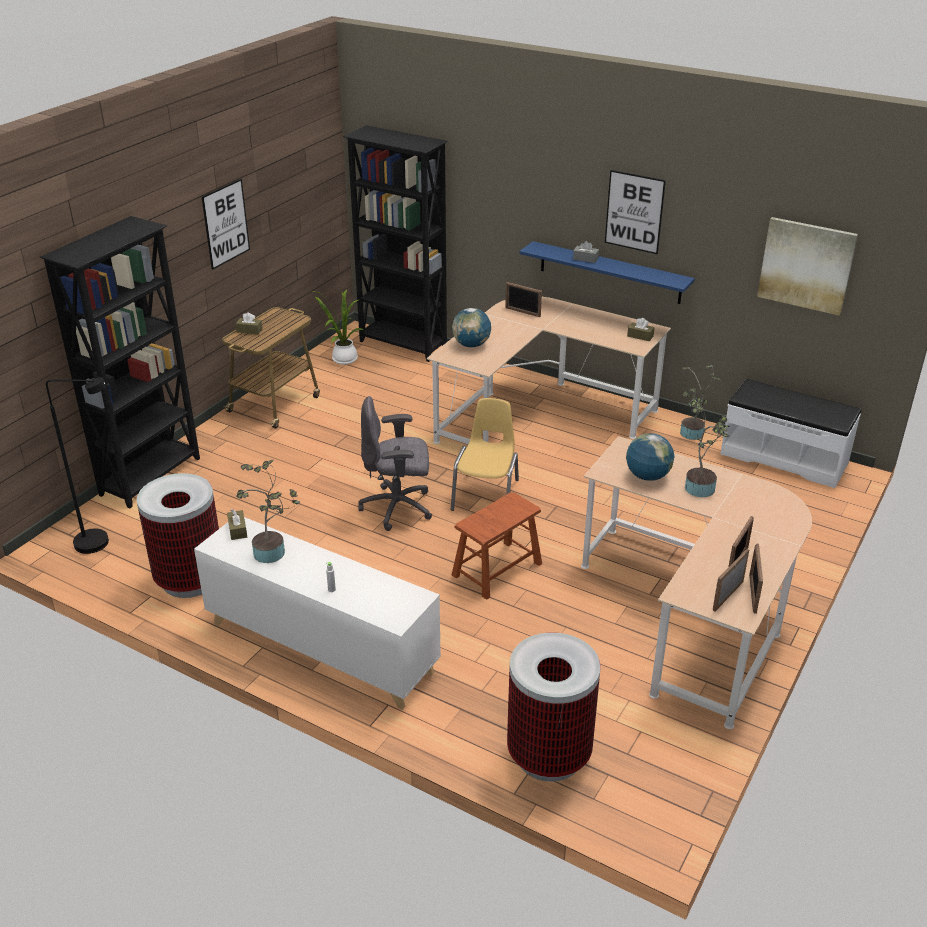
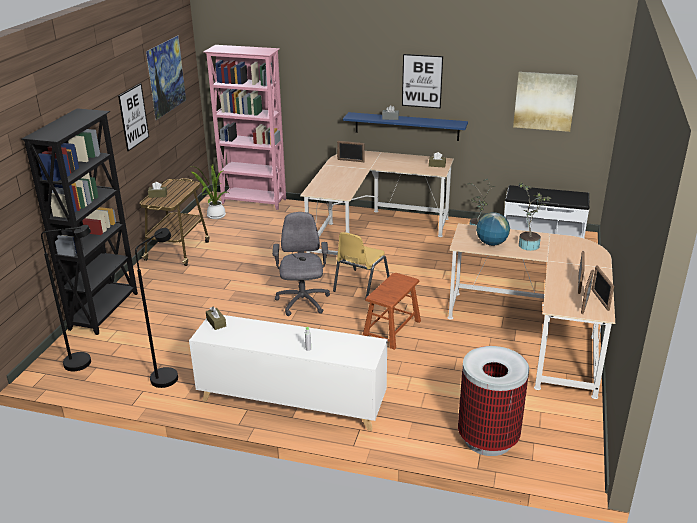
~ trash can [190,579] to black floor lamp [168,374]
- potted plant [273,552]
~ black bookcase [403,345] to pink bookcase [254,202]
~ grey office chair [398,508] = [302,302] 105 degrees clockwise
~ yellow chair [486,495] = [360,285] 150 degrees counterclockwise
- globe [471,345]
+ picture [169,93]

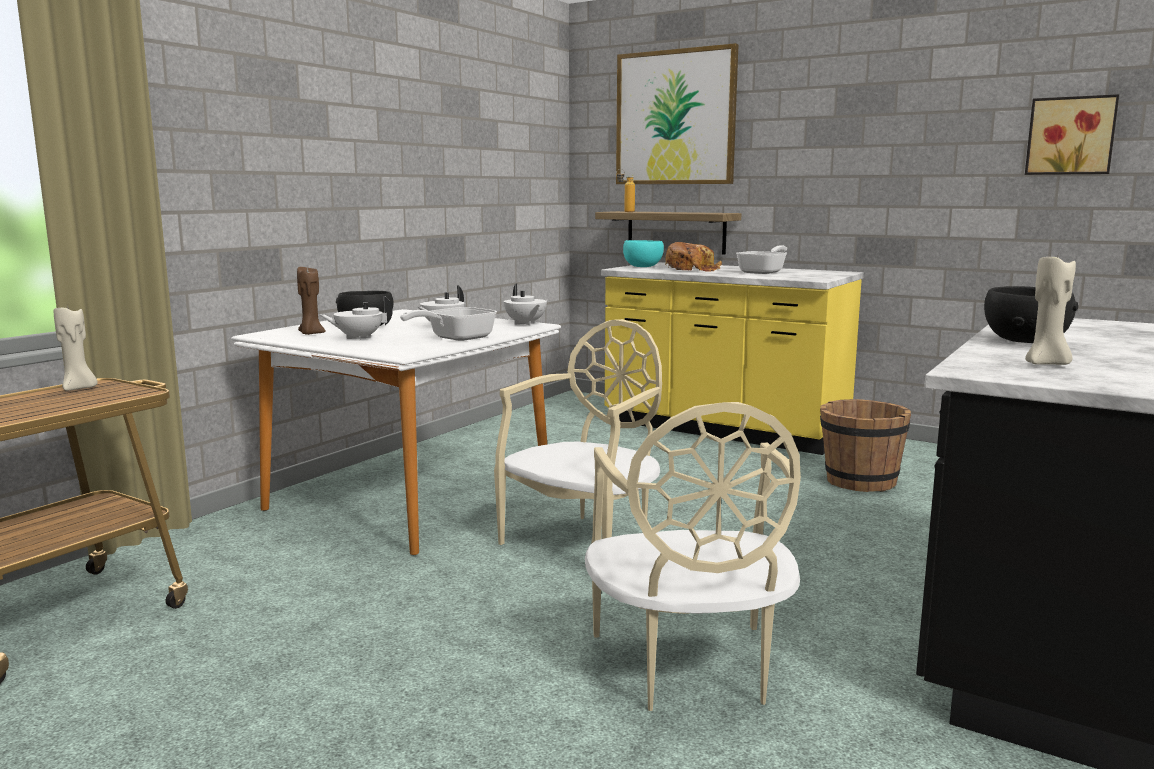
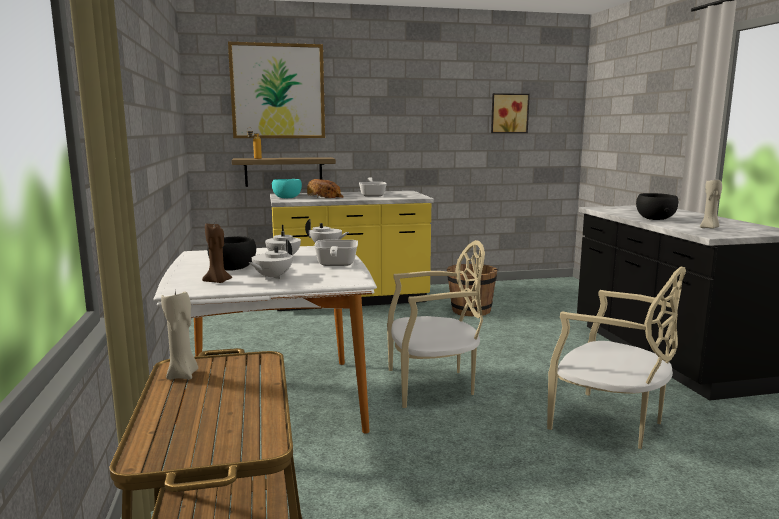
~ beige chair [585,541] = [433,385] 90 degrees clockwise

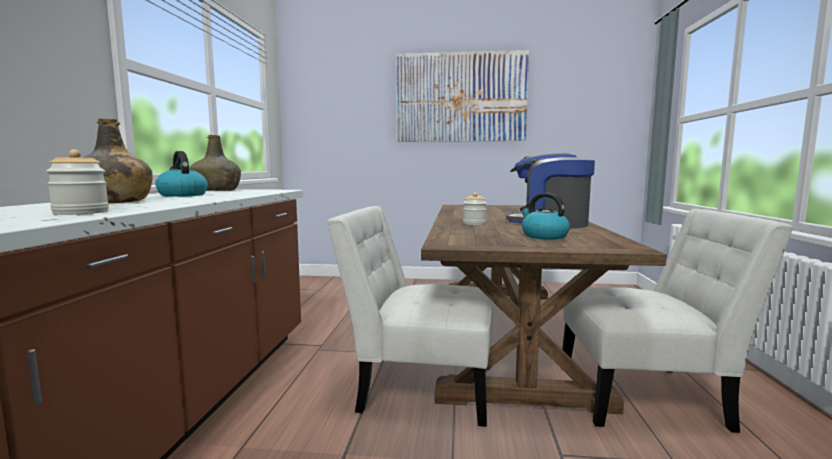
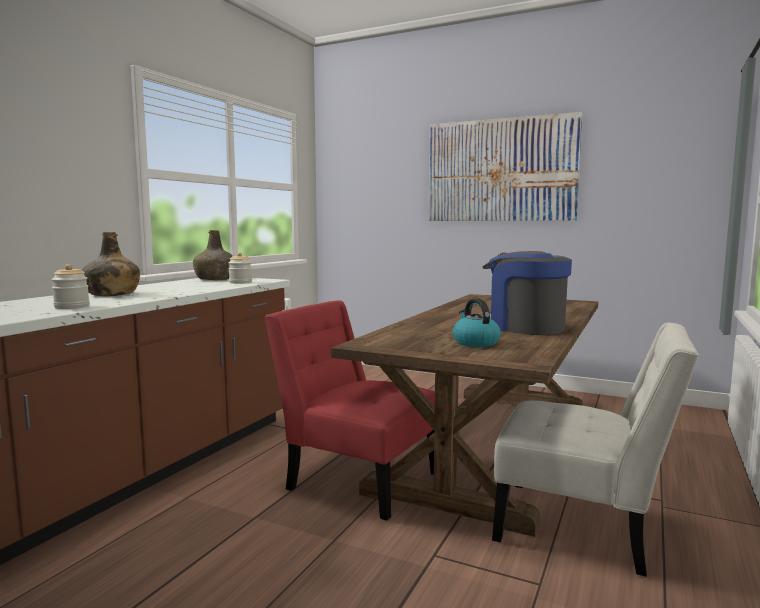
- kettle [182,195]
~ white chair [419,387] to red chair [357,479]
~ jar [474,223] to [240,282]

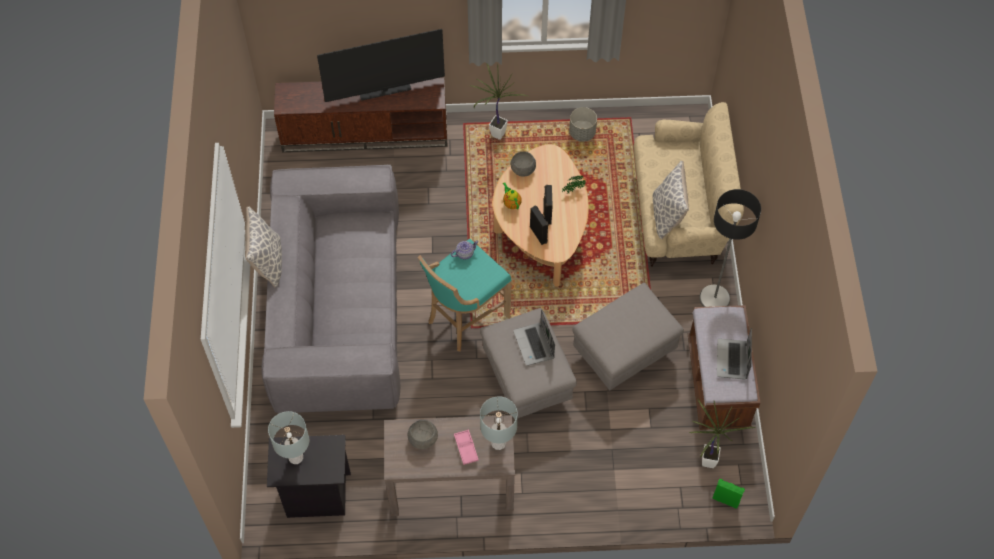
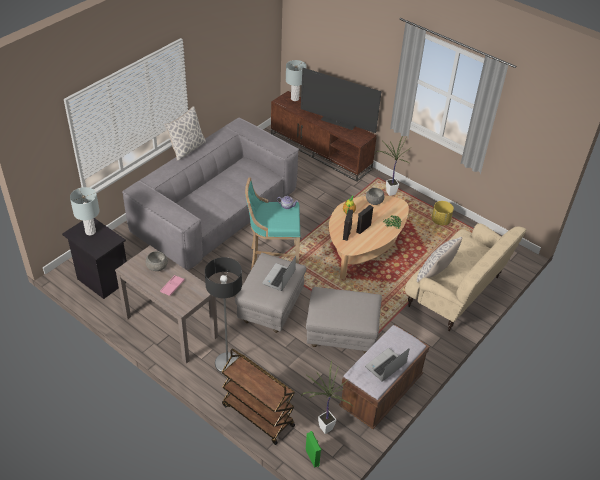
~ grey table lamp [499,443] to [295,99]
~ grey planter [582,133] to yellow planter [440,221]
~ floor lamp [715,299] to [227,363]
+ brown cart [257,415]

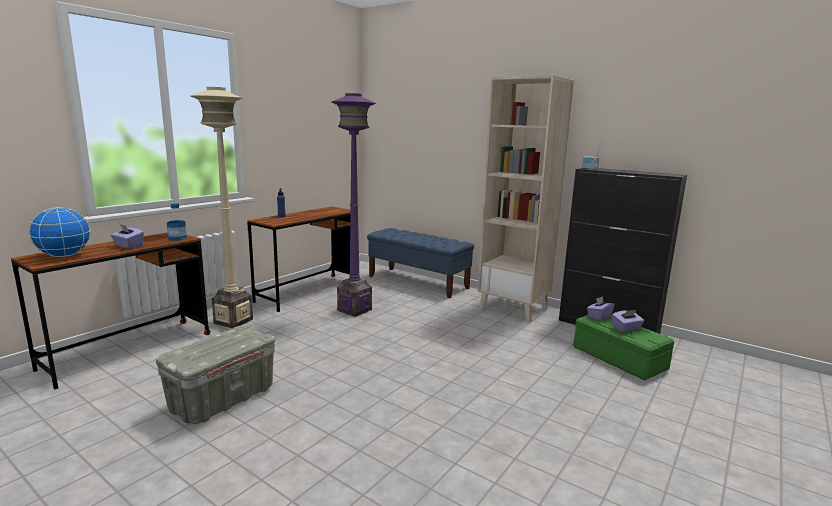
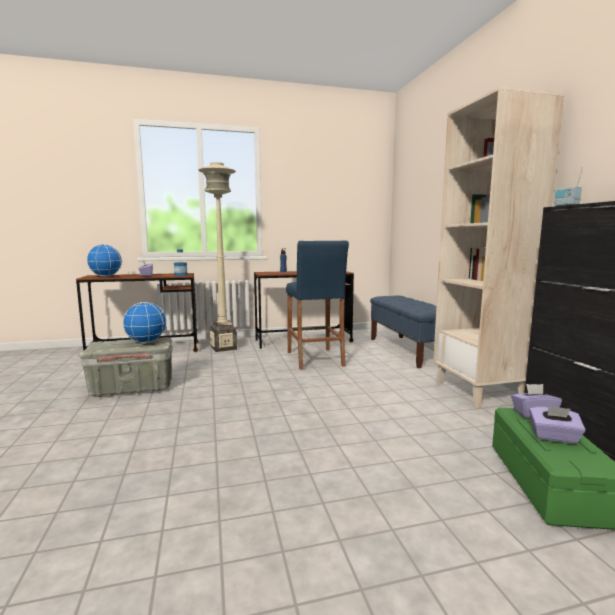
~ purple floor lamp [354,310] to blue stool [314,358]
+ globe [146,342]

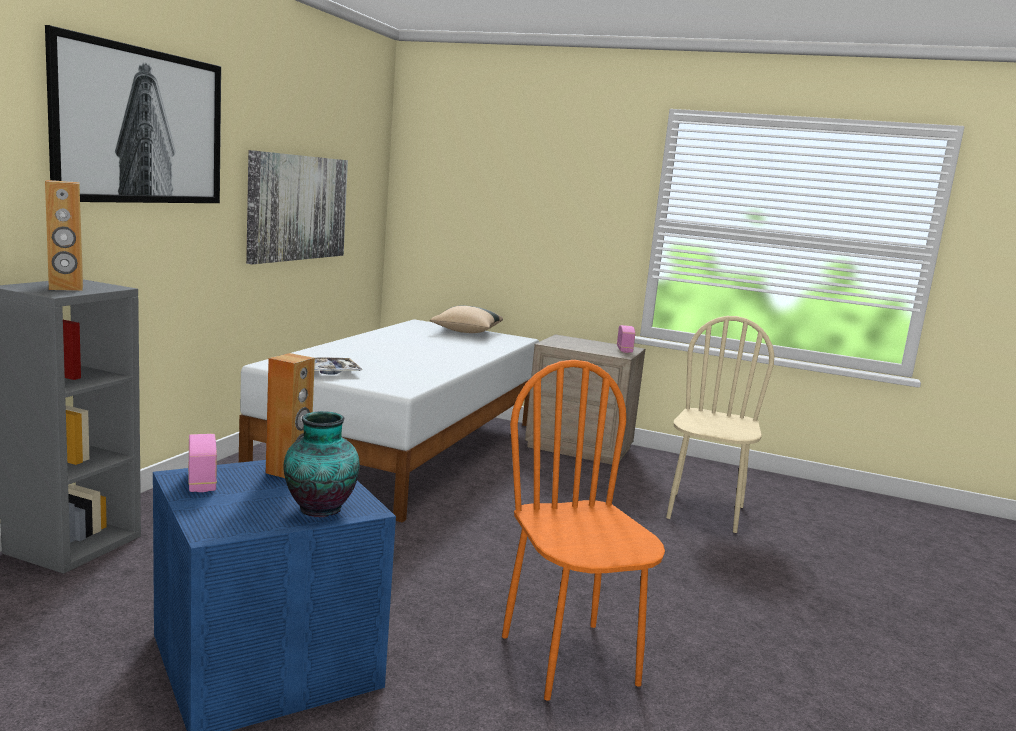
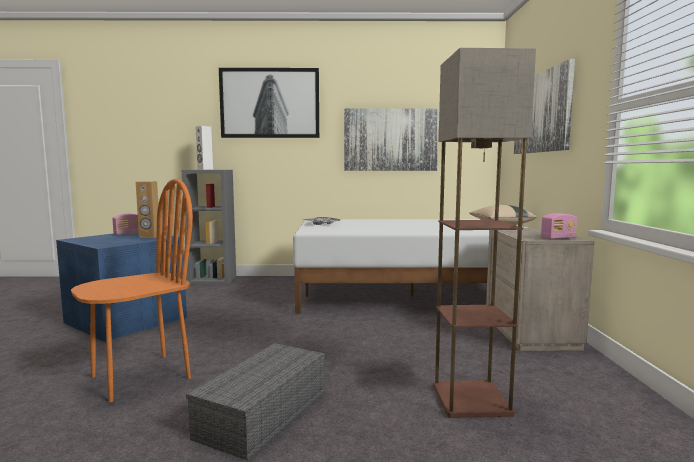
~ brown speaker [66,288] to white speaker [205,169]
- vase [319,510]
~ beige chair [704,512] to floor lamp [472,400]
+ grey storage box [263,415]
+ picture [542,113]

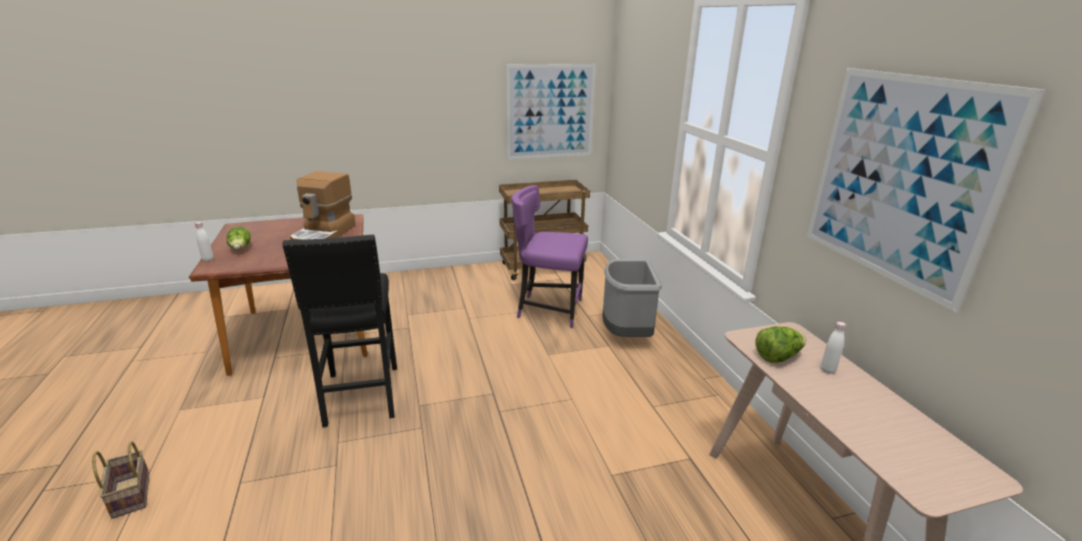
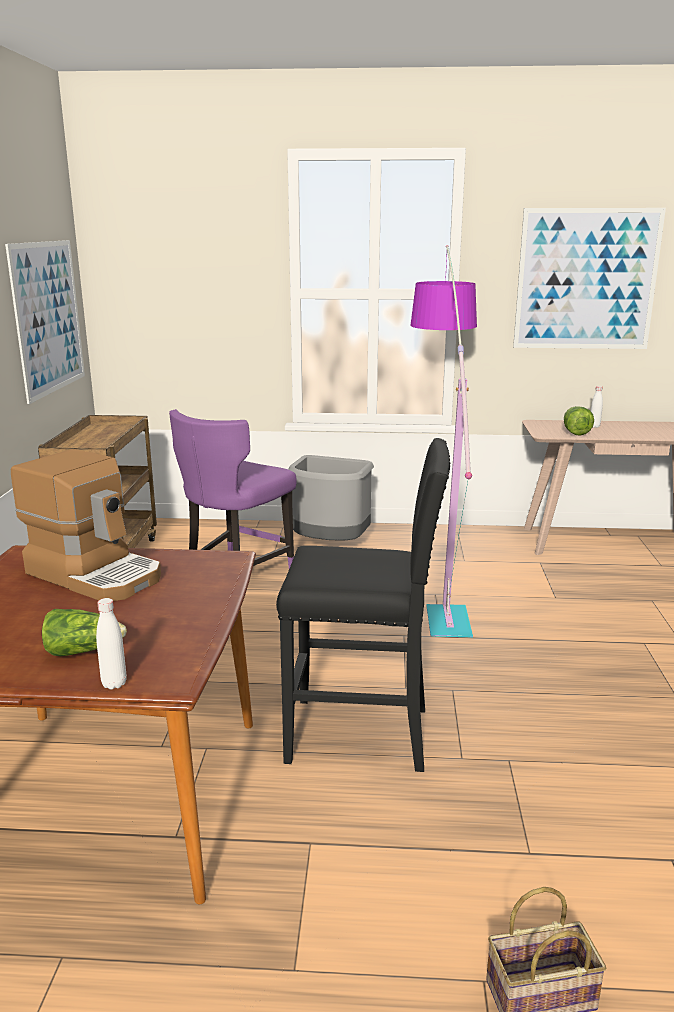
+ floor lamp [439,571]

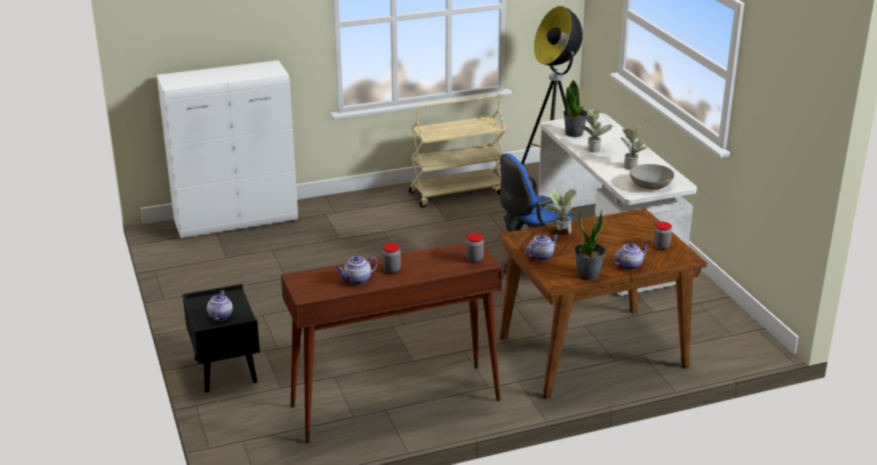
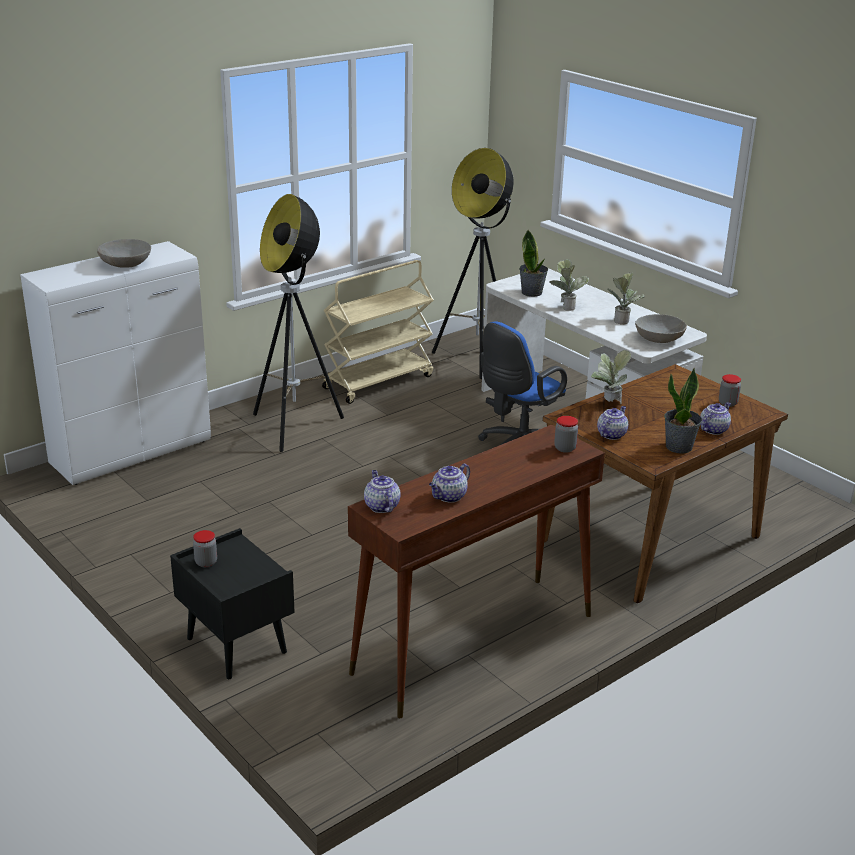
~ teapot [220,316] to [381,506]
~ jar [391,269] to [206,562]
+ grey bowl [126,264]
+ floor lamp [296,427]

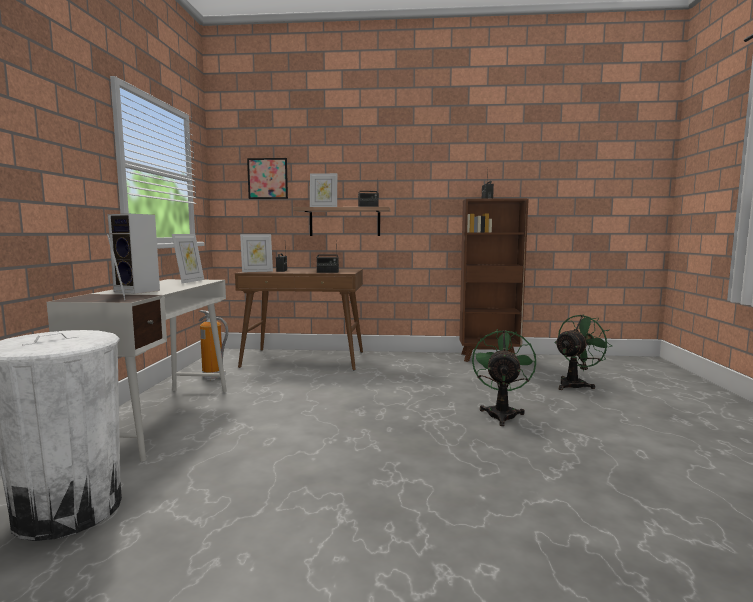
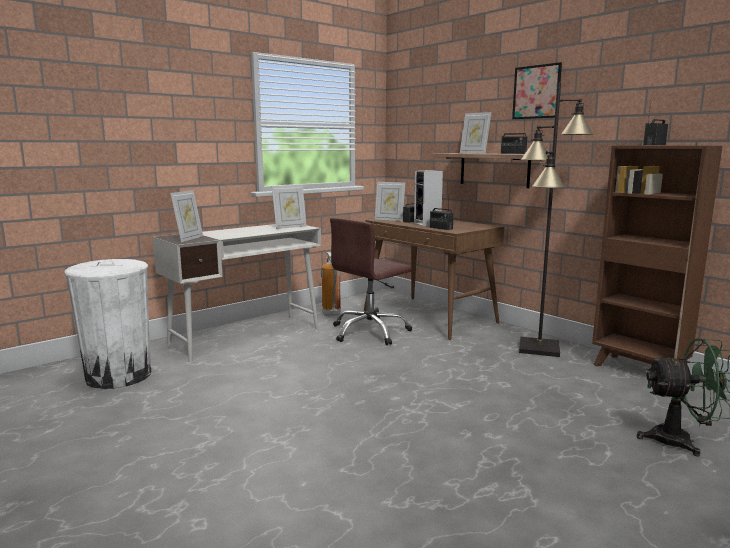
~ speaker [138,291] to [428,224]
~ picture [267,178] to [536,92]
- green fan [501,413]
+ brown office chair [370,332]
+ black floor lamp [539,348]

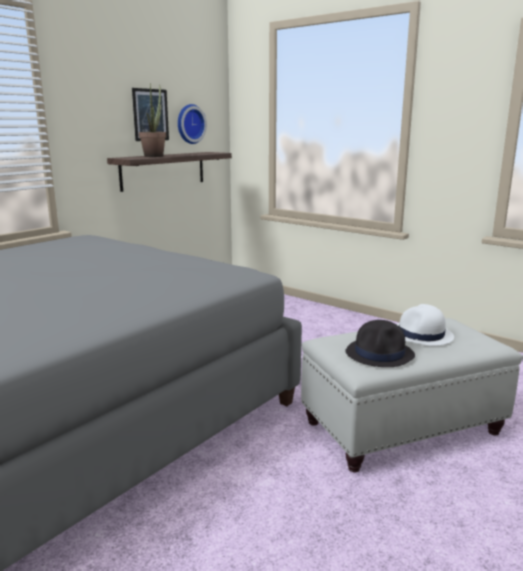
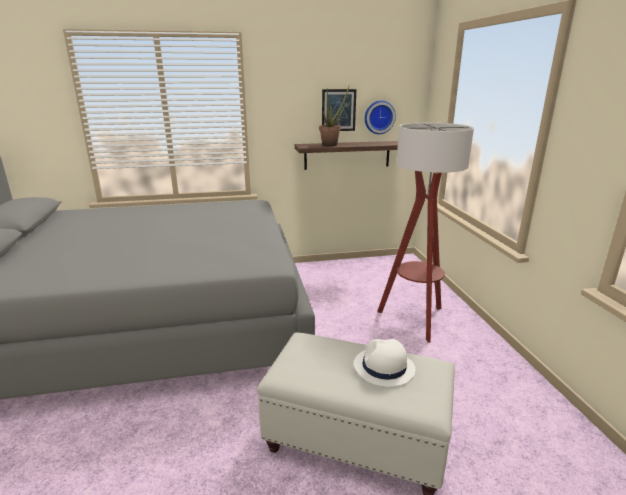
- black hat [380,354]
+ floor lamp [415,319]

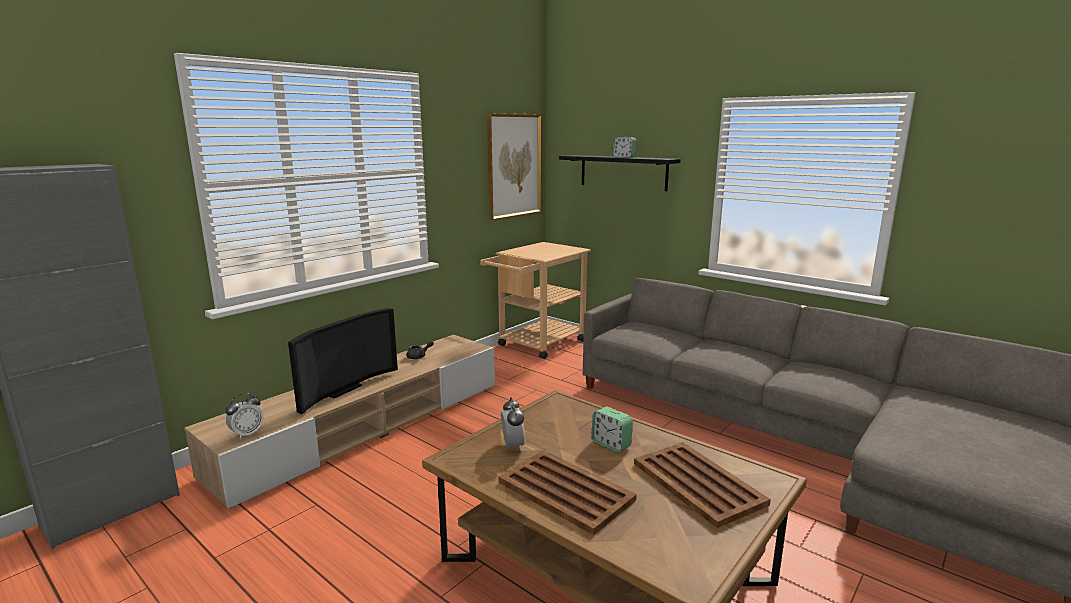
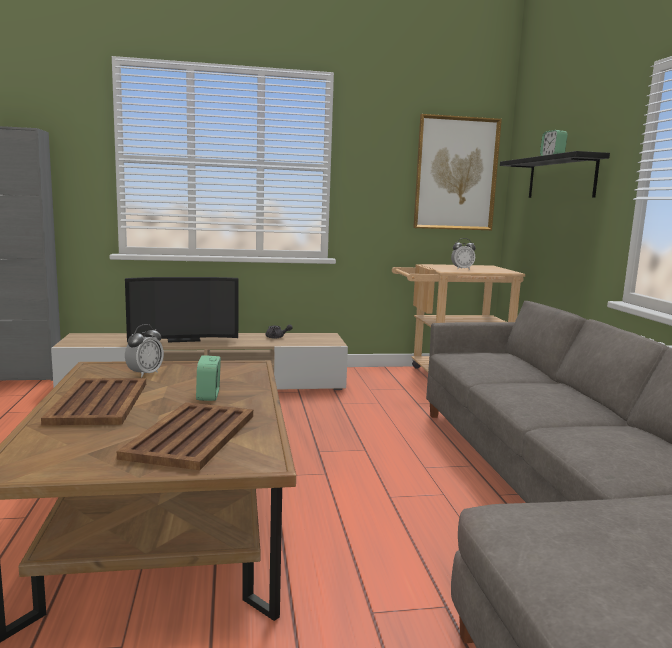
~ alarm clock [247,434] to [462,269]

